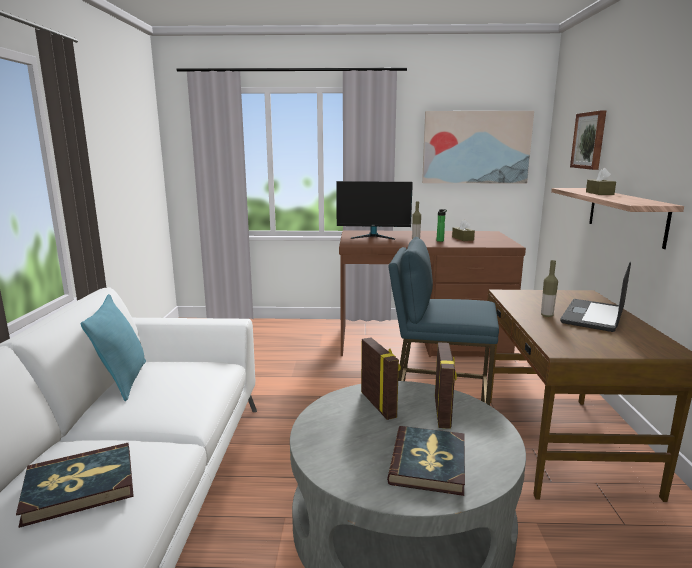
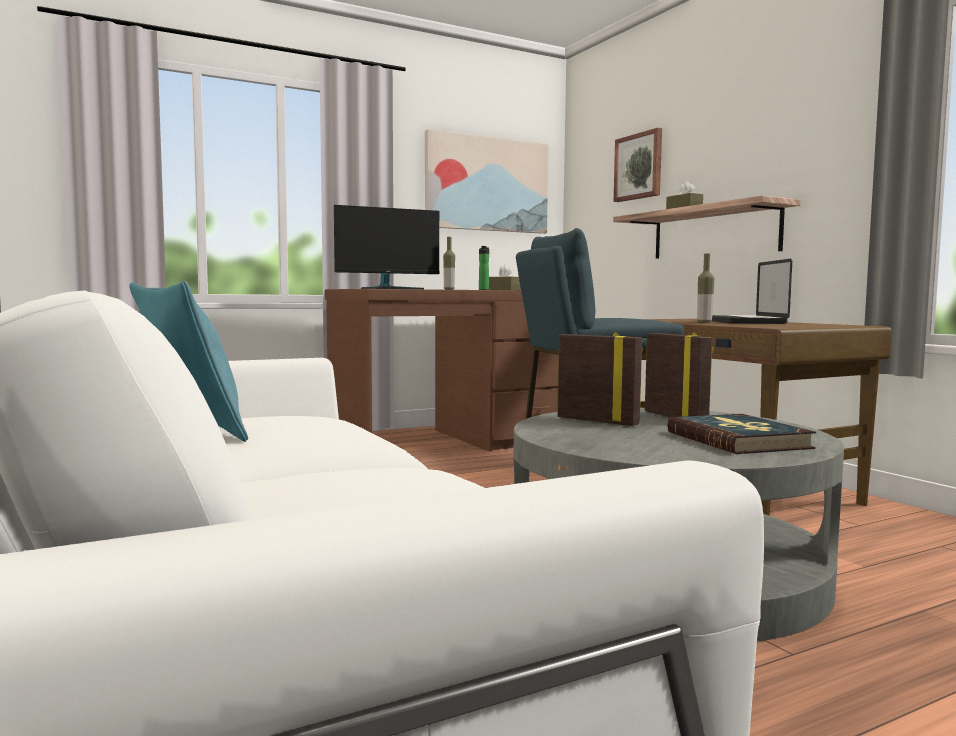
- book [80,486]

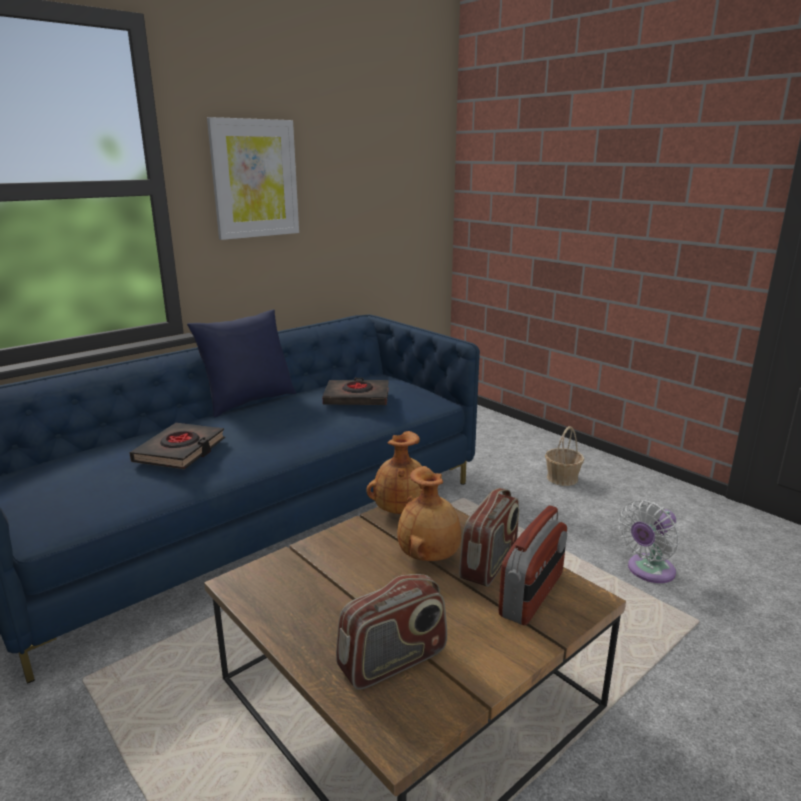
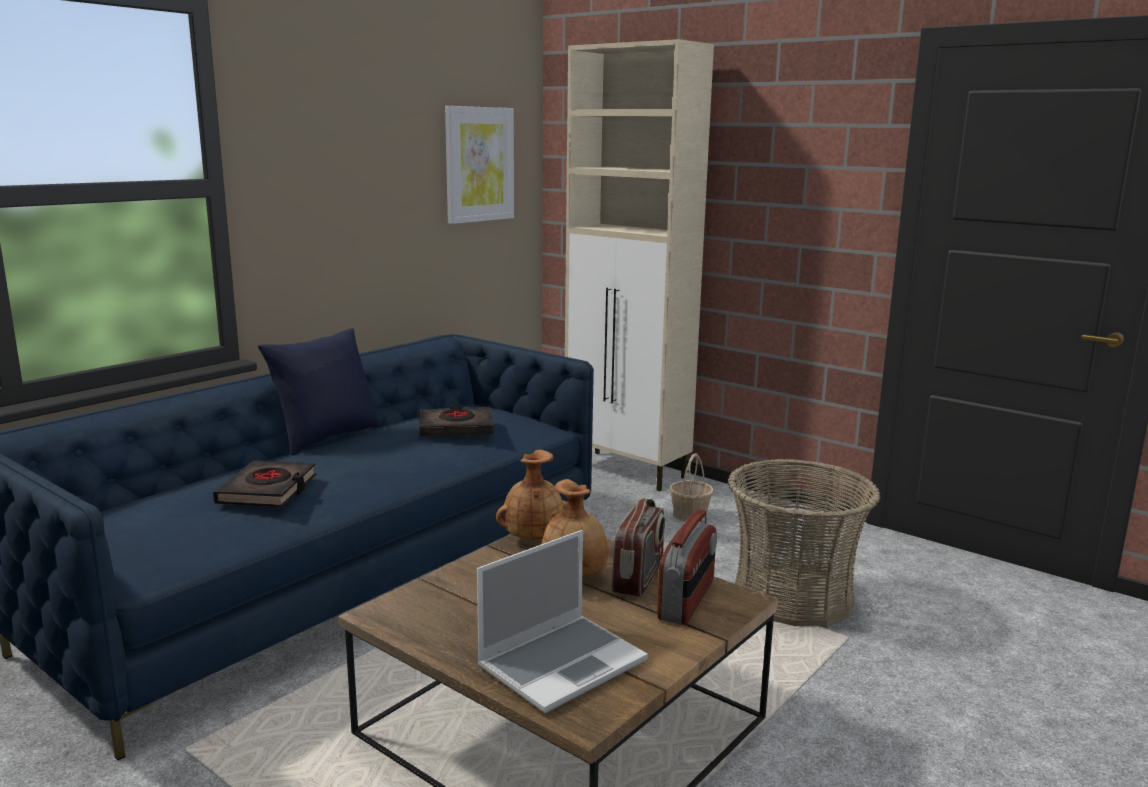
~ picture [254,179] to [479,164]
~ radio [393,661] to laptop [562,663]
~ white fan [648,571] to basket [793,597]
+ beige cabinet [627,471]

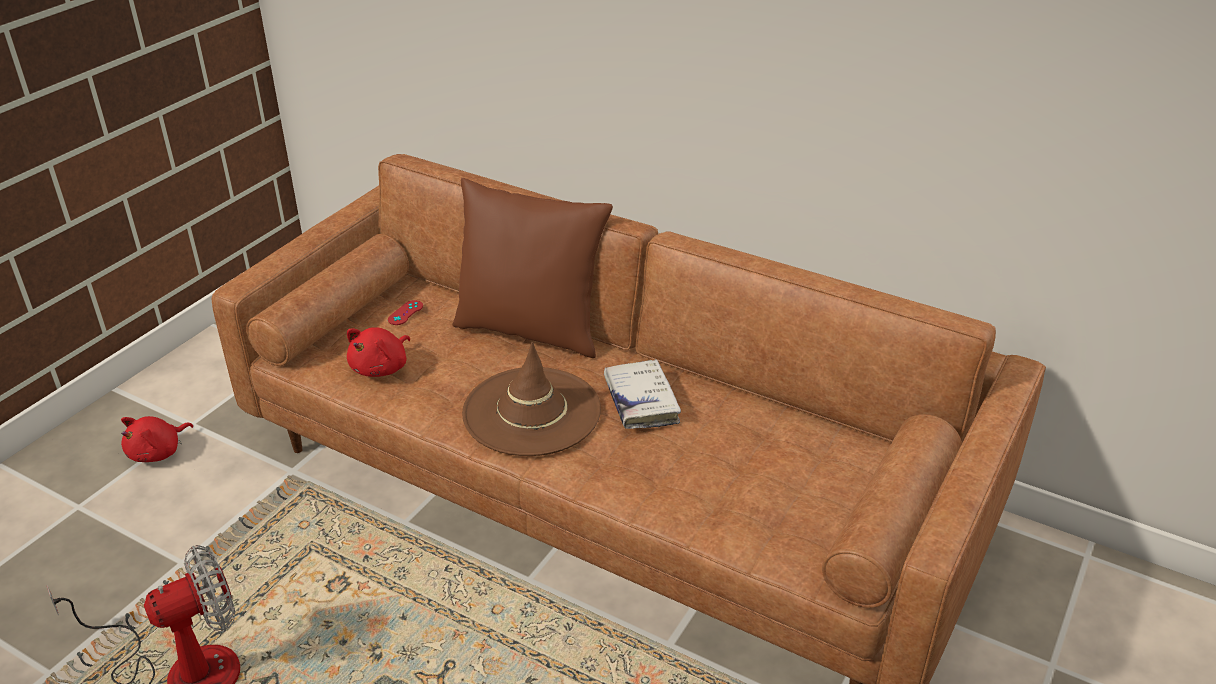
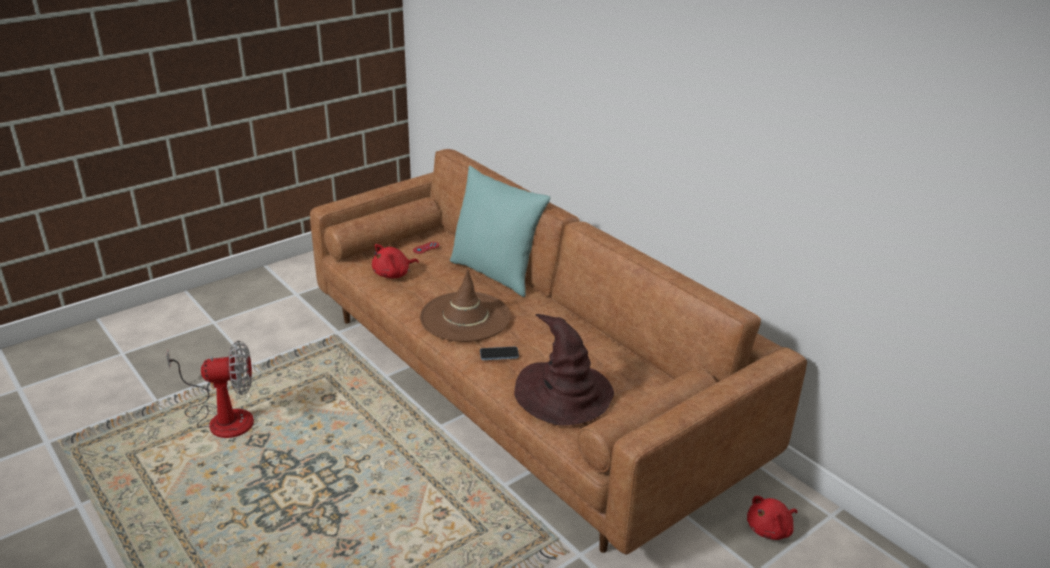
~ red plush toy [158,452] to [770,529]
~ brown pillow [531,330] to turquoise pillow [496,273]
- white book [641,402]
+ phone [499,354]
+ brown hat [564,395]

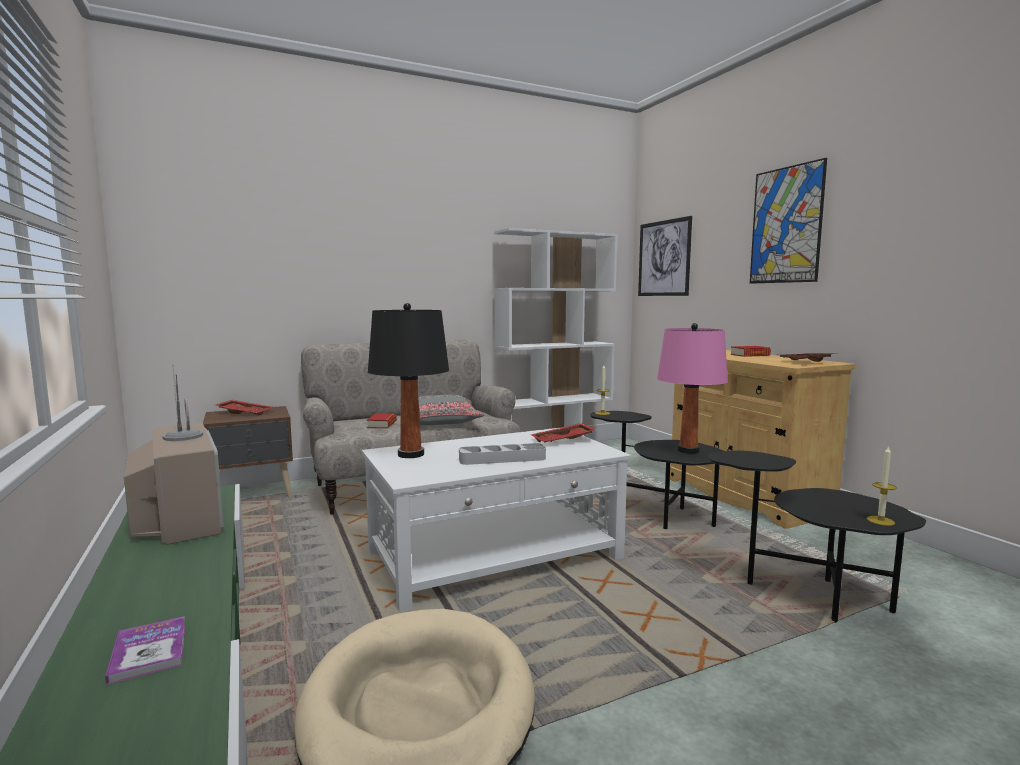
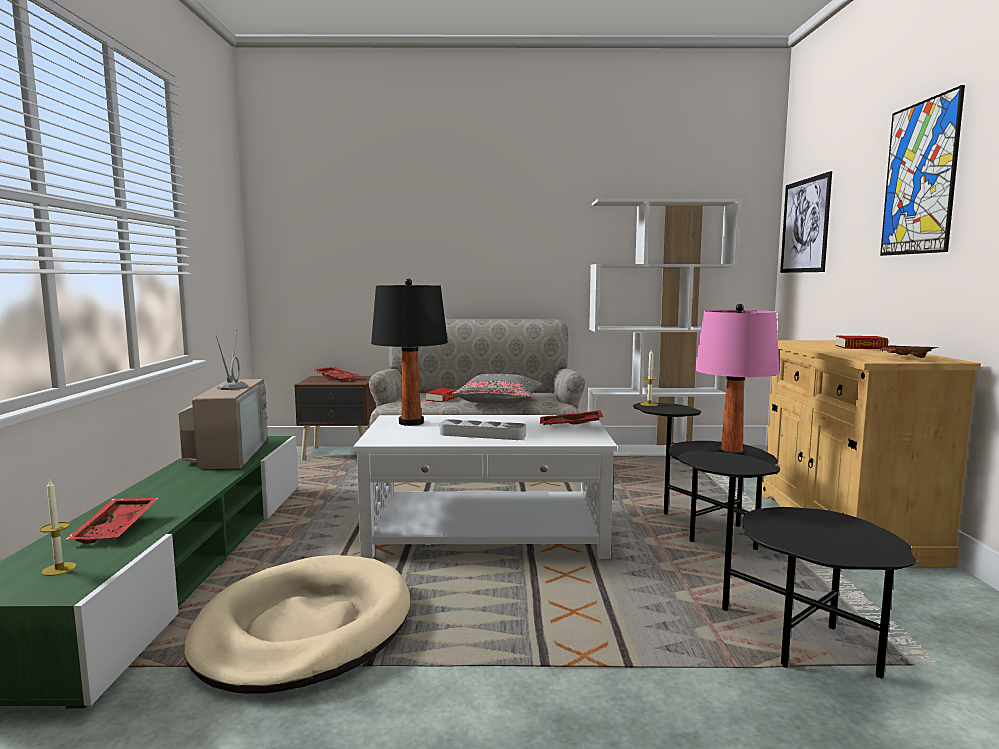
~ book [149,651] to red tray [118,529]
~ candle [880,521] to [59,569]

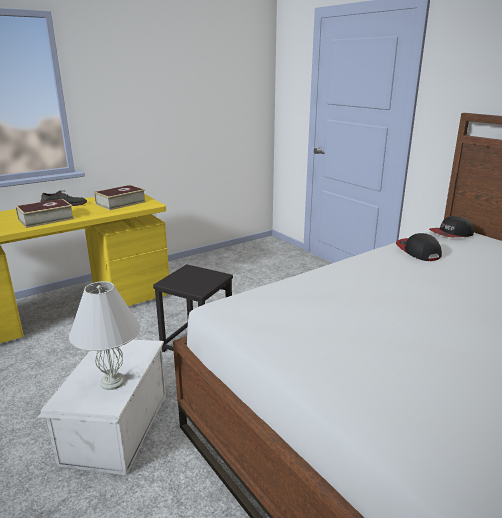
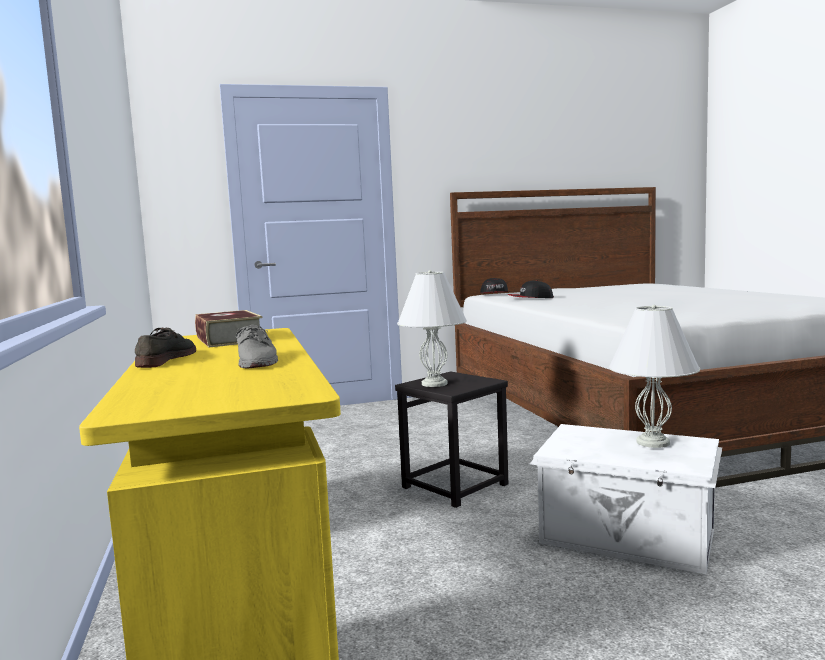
~ book [46,219] to grey shoe [257,361]
+ white table lamp [435,384]

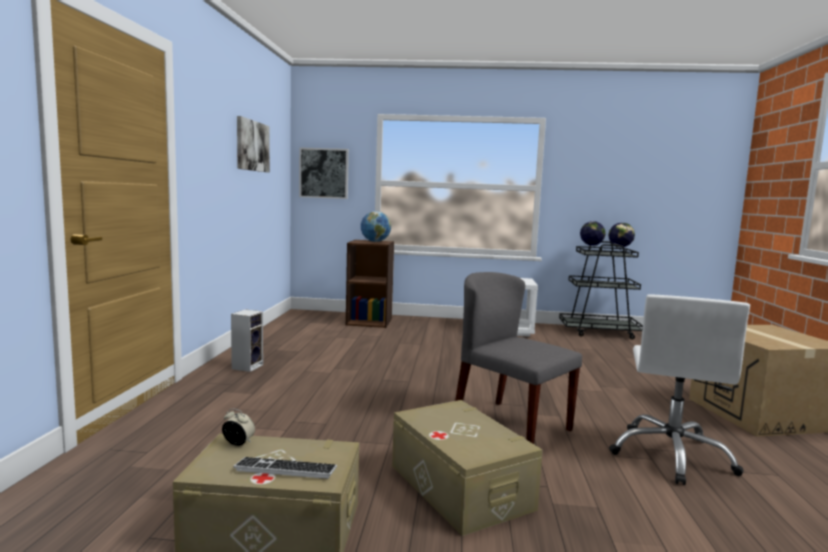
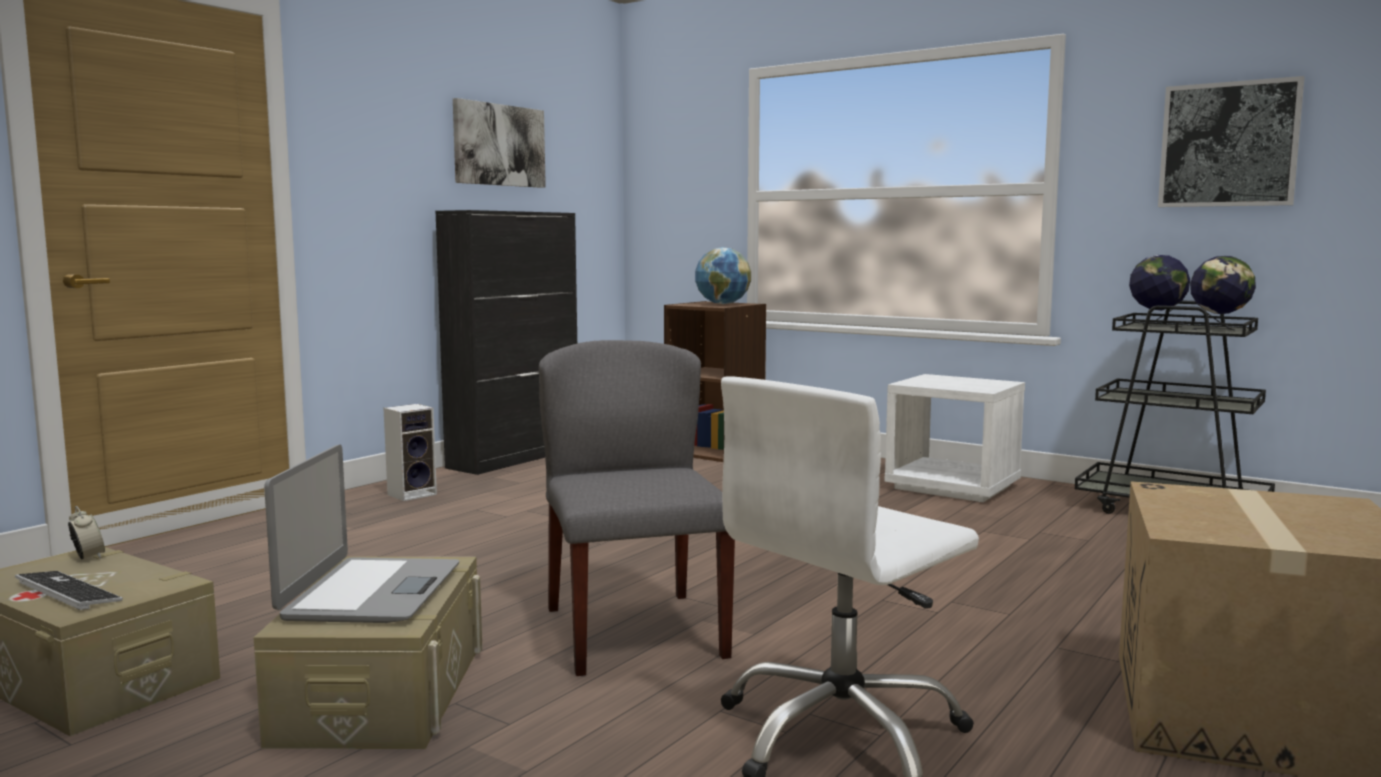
~ picture [324,173] to [1228,144]
+ laptop [371,592]
+ black cabinet [515,458]

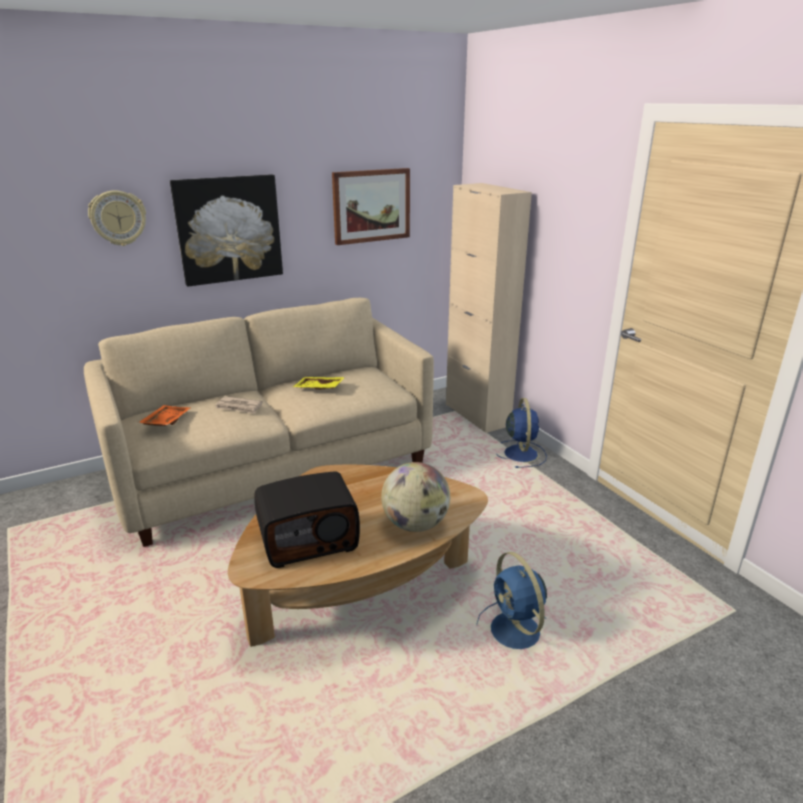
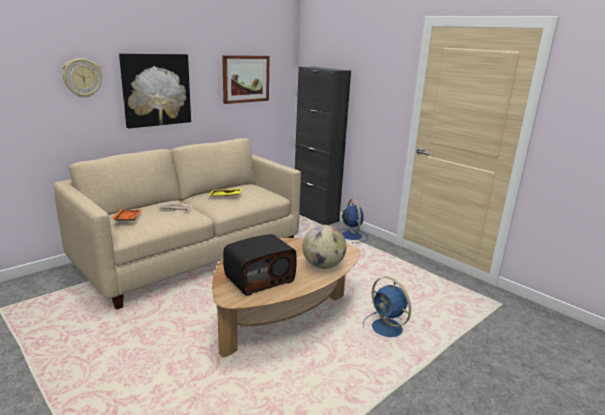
~ beige cabinet [477,415] to black cabinet [315,216]

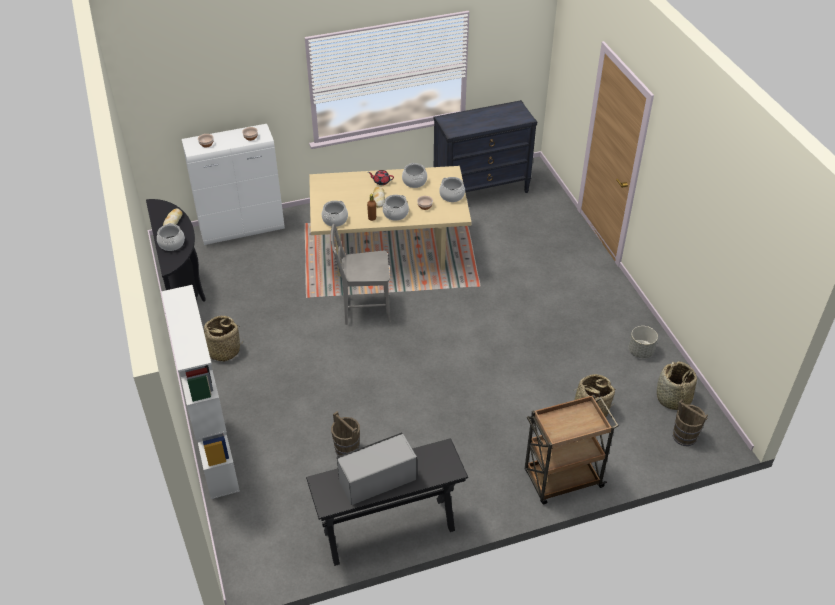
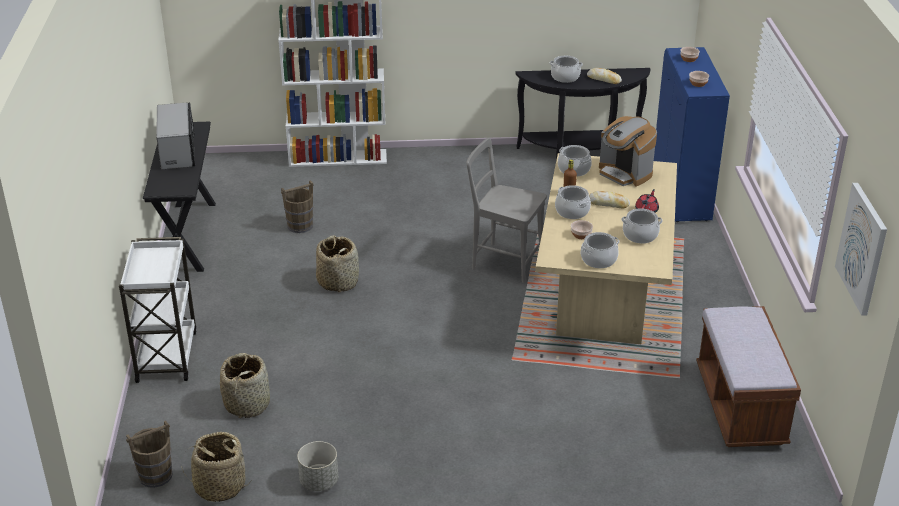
~ white cabinet [243,229] to blue cabinet [681,195]
~ basket [223,351] to [338,281]
~ grey chair [363,309] = [503,261] 75 degrees counterclockwise
~ black dresser [481,190] to brown bench [740,407]
~ brown cart [561,480] to white cart [167,355]
+ coffee machine [624,173]
+ picture [862,248]

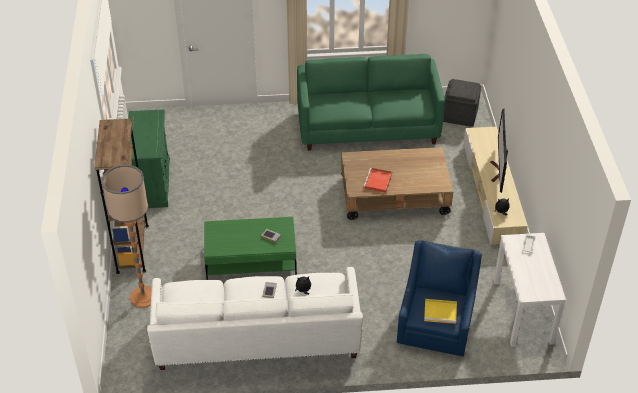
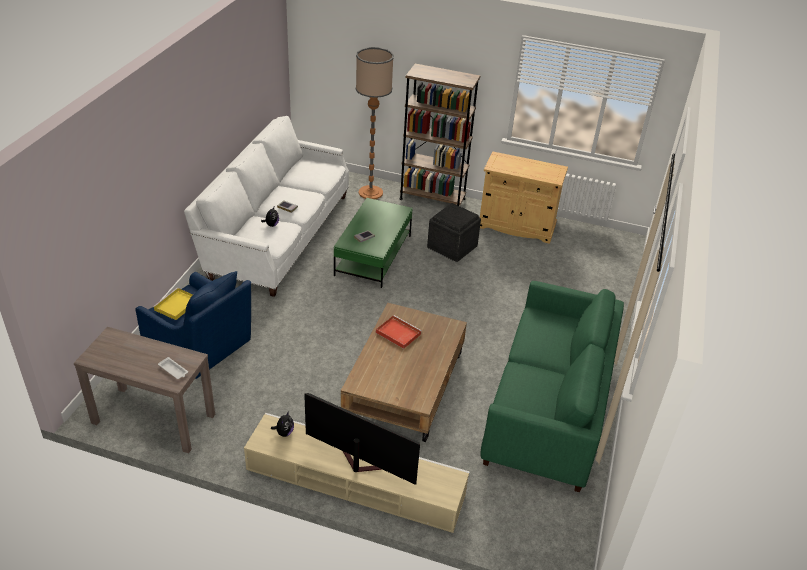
~ green cabinet [152,183] to beige cabinet [516,226]
~ grey ottoman [459,114] to [452,247]
~ white console table [523,311] to brown console table [153,419]

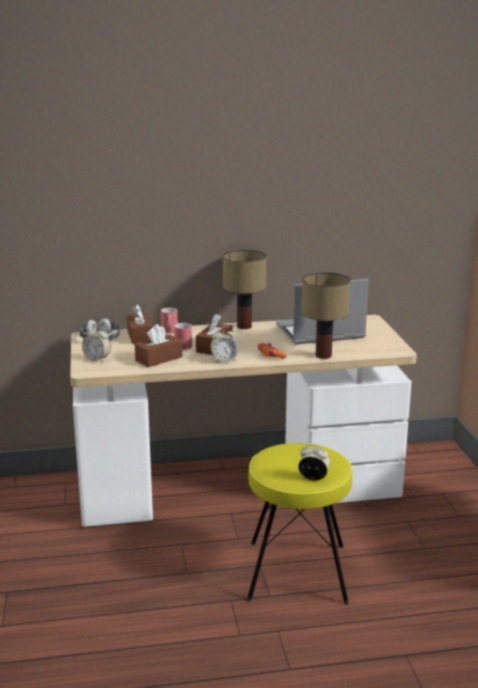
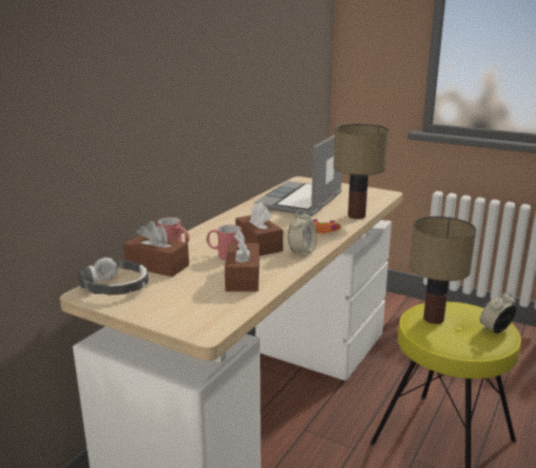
- alarm clock [97,359]
~ table lamp [244,327] to [434,319]

